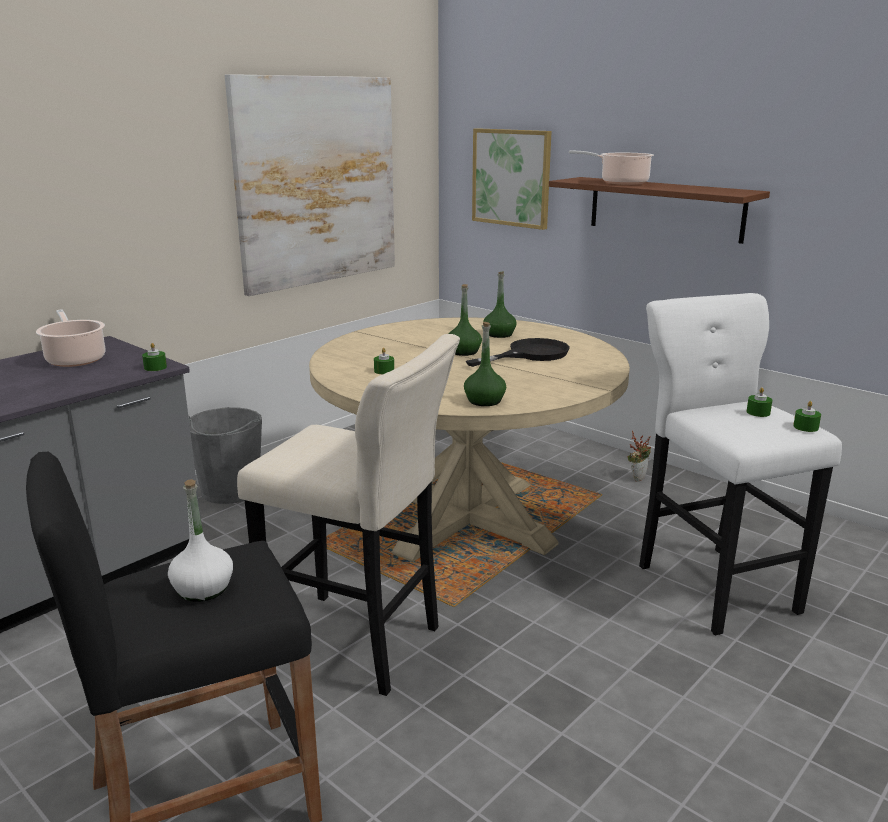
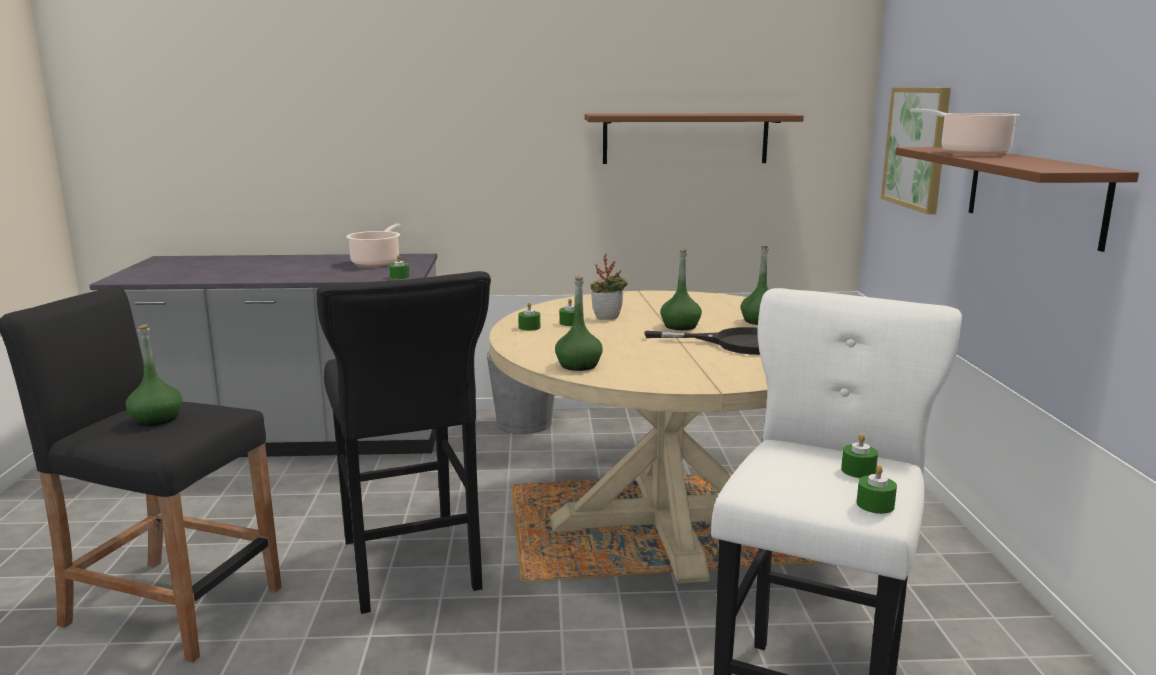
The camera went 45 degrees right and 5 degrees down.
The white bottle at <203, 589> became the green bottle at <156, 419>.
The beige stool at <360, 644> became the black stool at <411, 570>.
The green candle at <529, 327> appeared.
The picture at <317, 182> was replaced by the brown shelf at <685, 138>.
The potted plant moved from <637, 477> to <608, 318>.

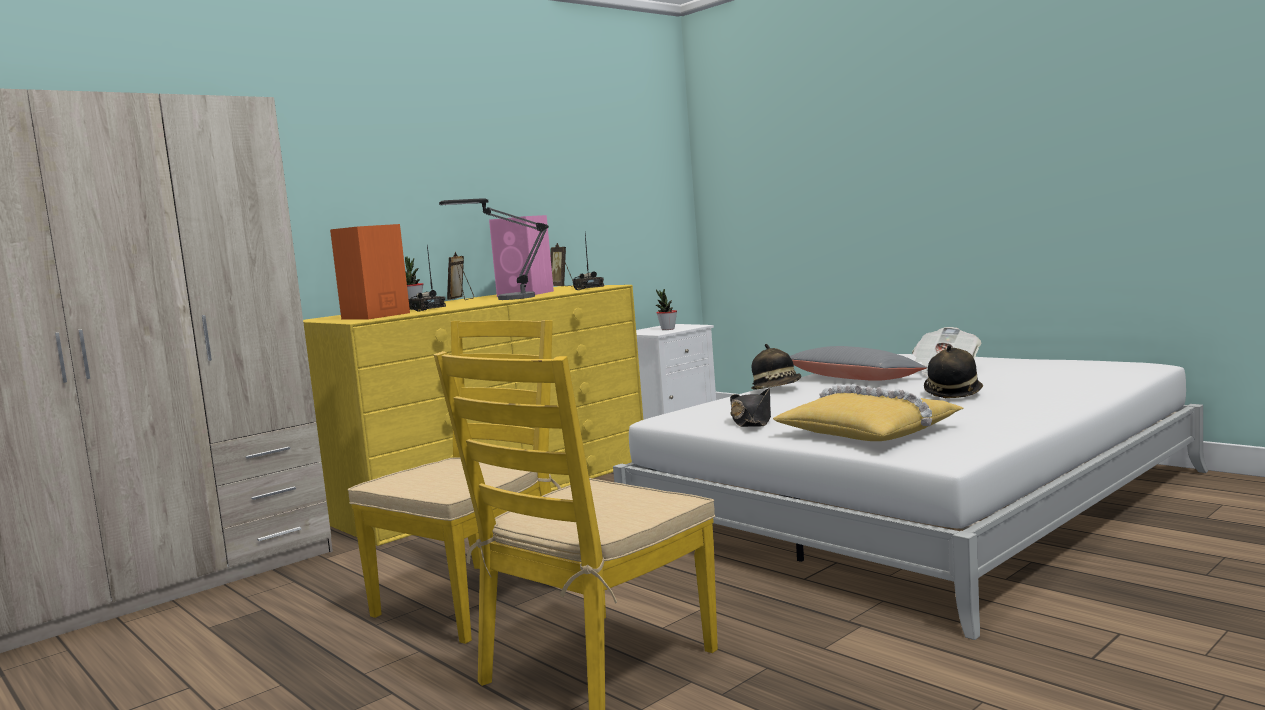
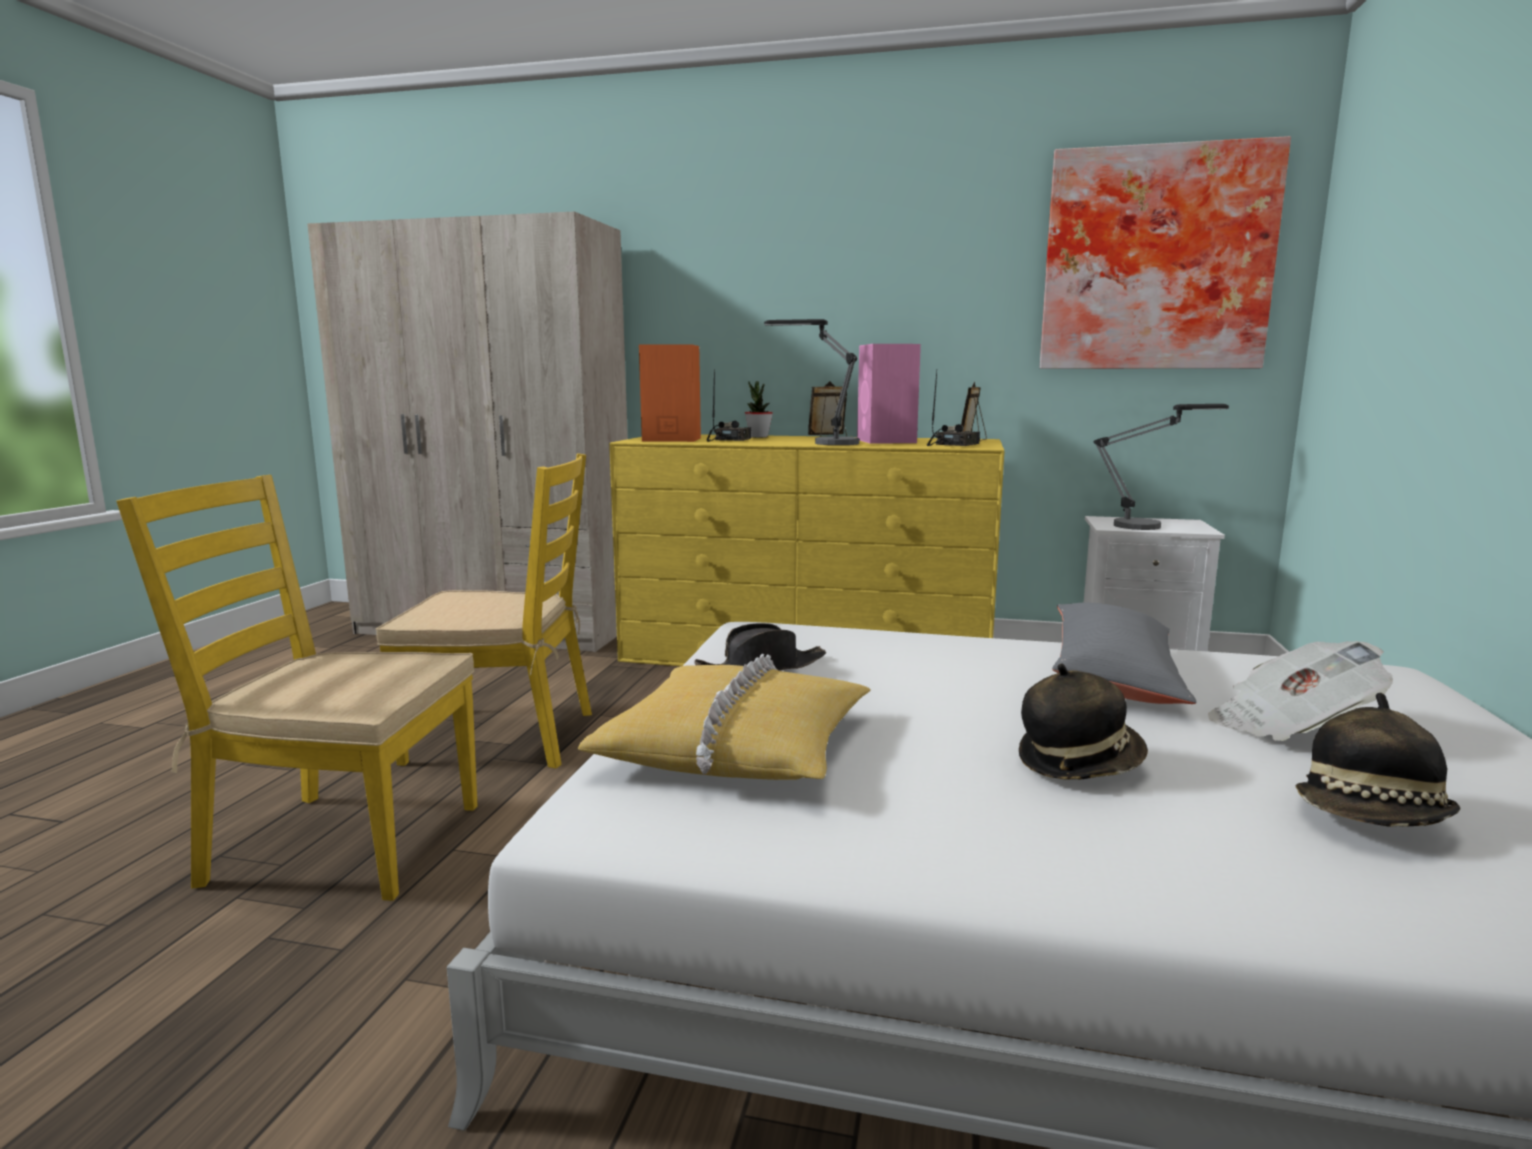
The camera went 55 degrees right and 5 degrees up.
The picture at <1155, 260> appeared.
The potted plant at <667, 329> was replaced by the table lamp at <1149, 525>.
The hat moved from <777, 389> to <1373, 818>.

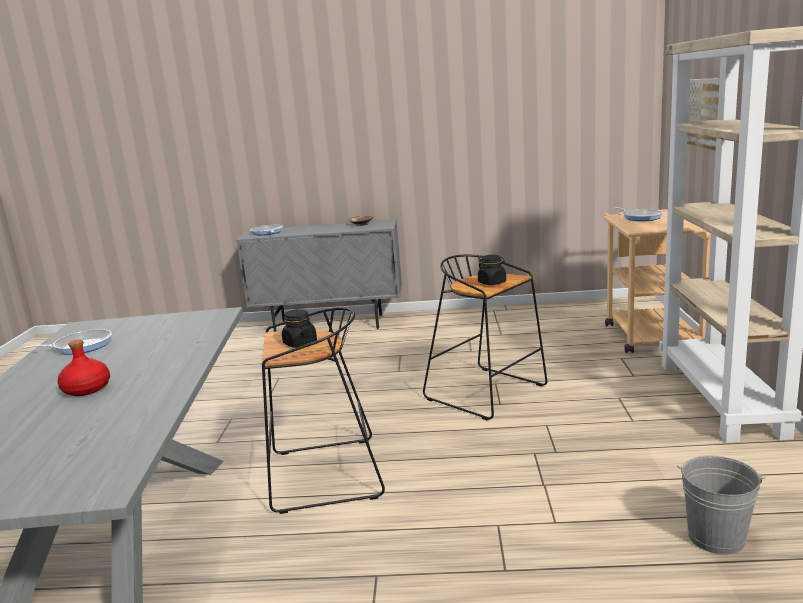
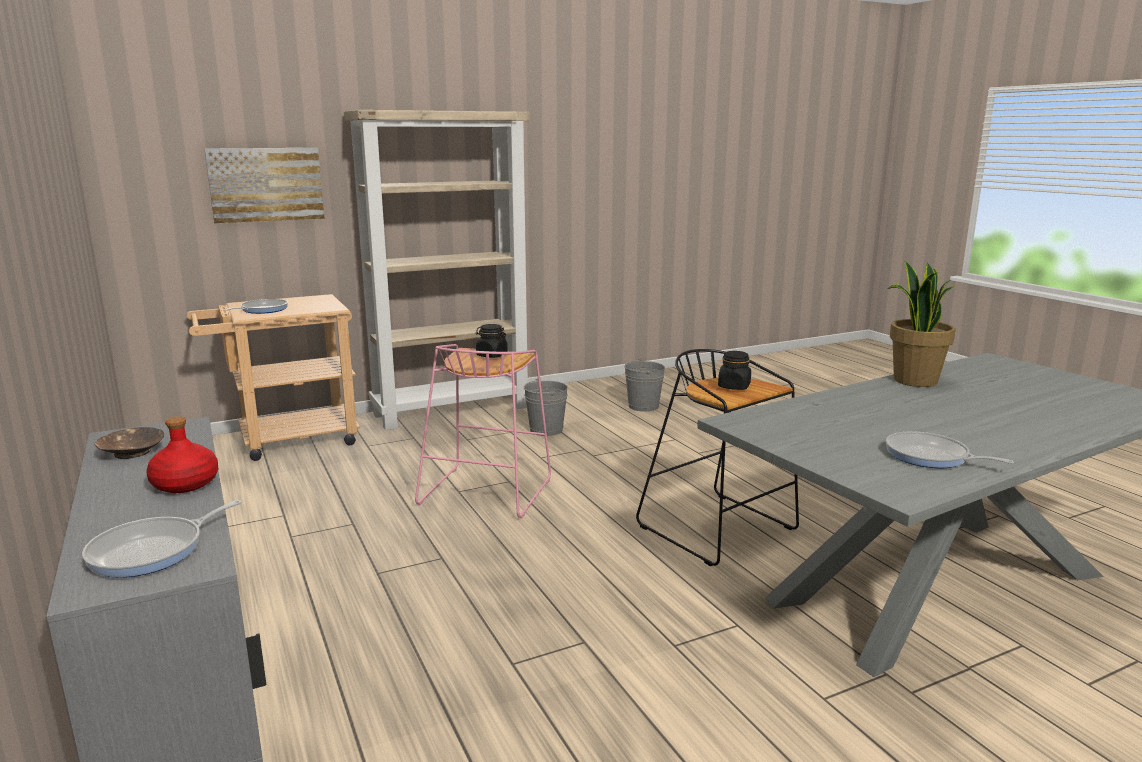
The camera went 120 degrees left and 0 degrees up.
The red bottle moved from <86, 389> to <185, 484>.
The black stool at <488, 393> became the pink stool at <485, 490>.
The grey bucket at <546, 430> appeared.
The potted plant at <914, 380> appeared.

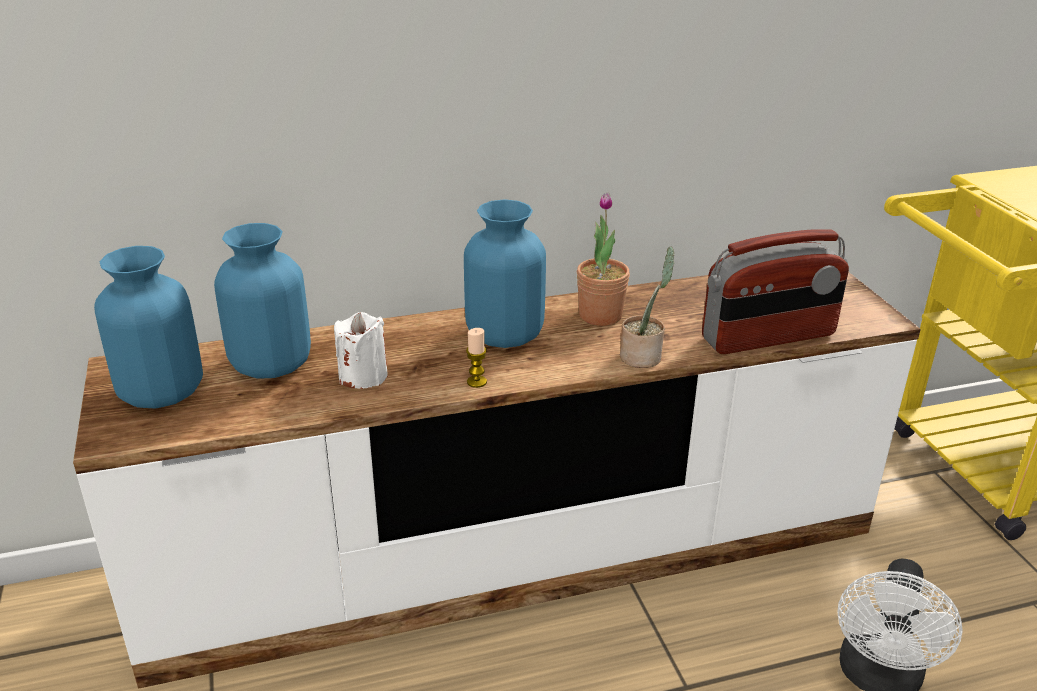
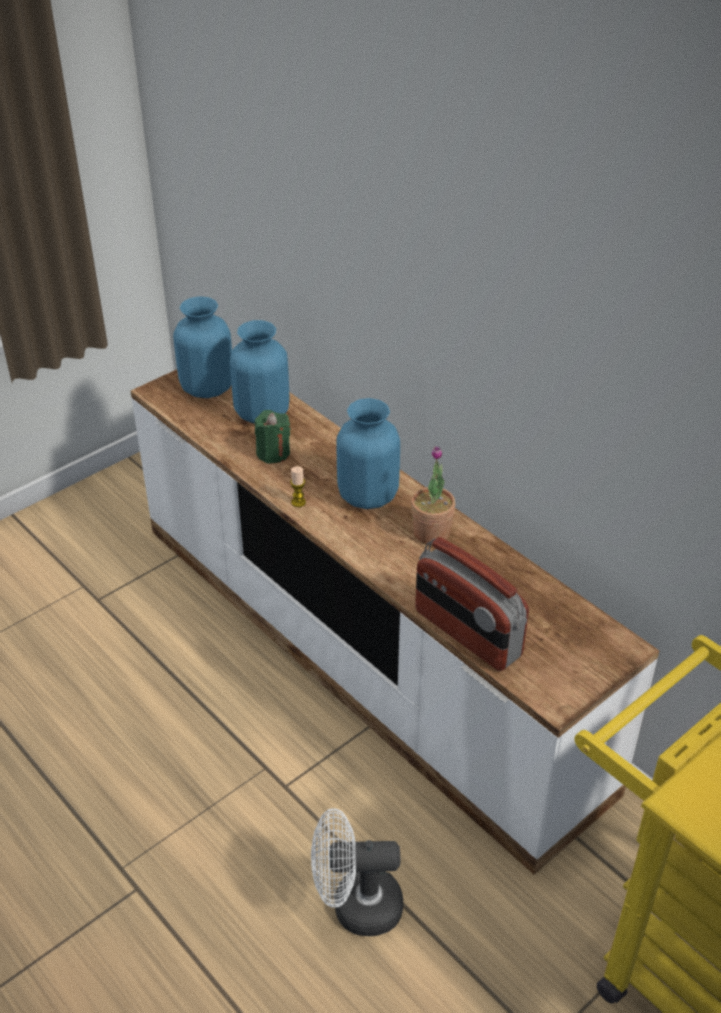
The camera went 65 degrees right and 10 degrees up.
The white candle at <363, 376> became the green candle at <273, 453>.
The potted plant at <643, 356> disappeared.

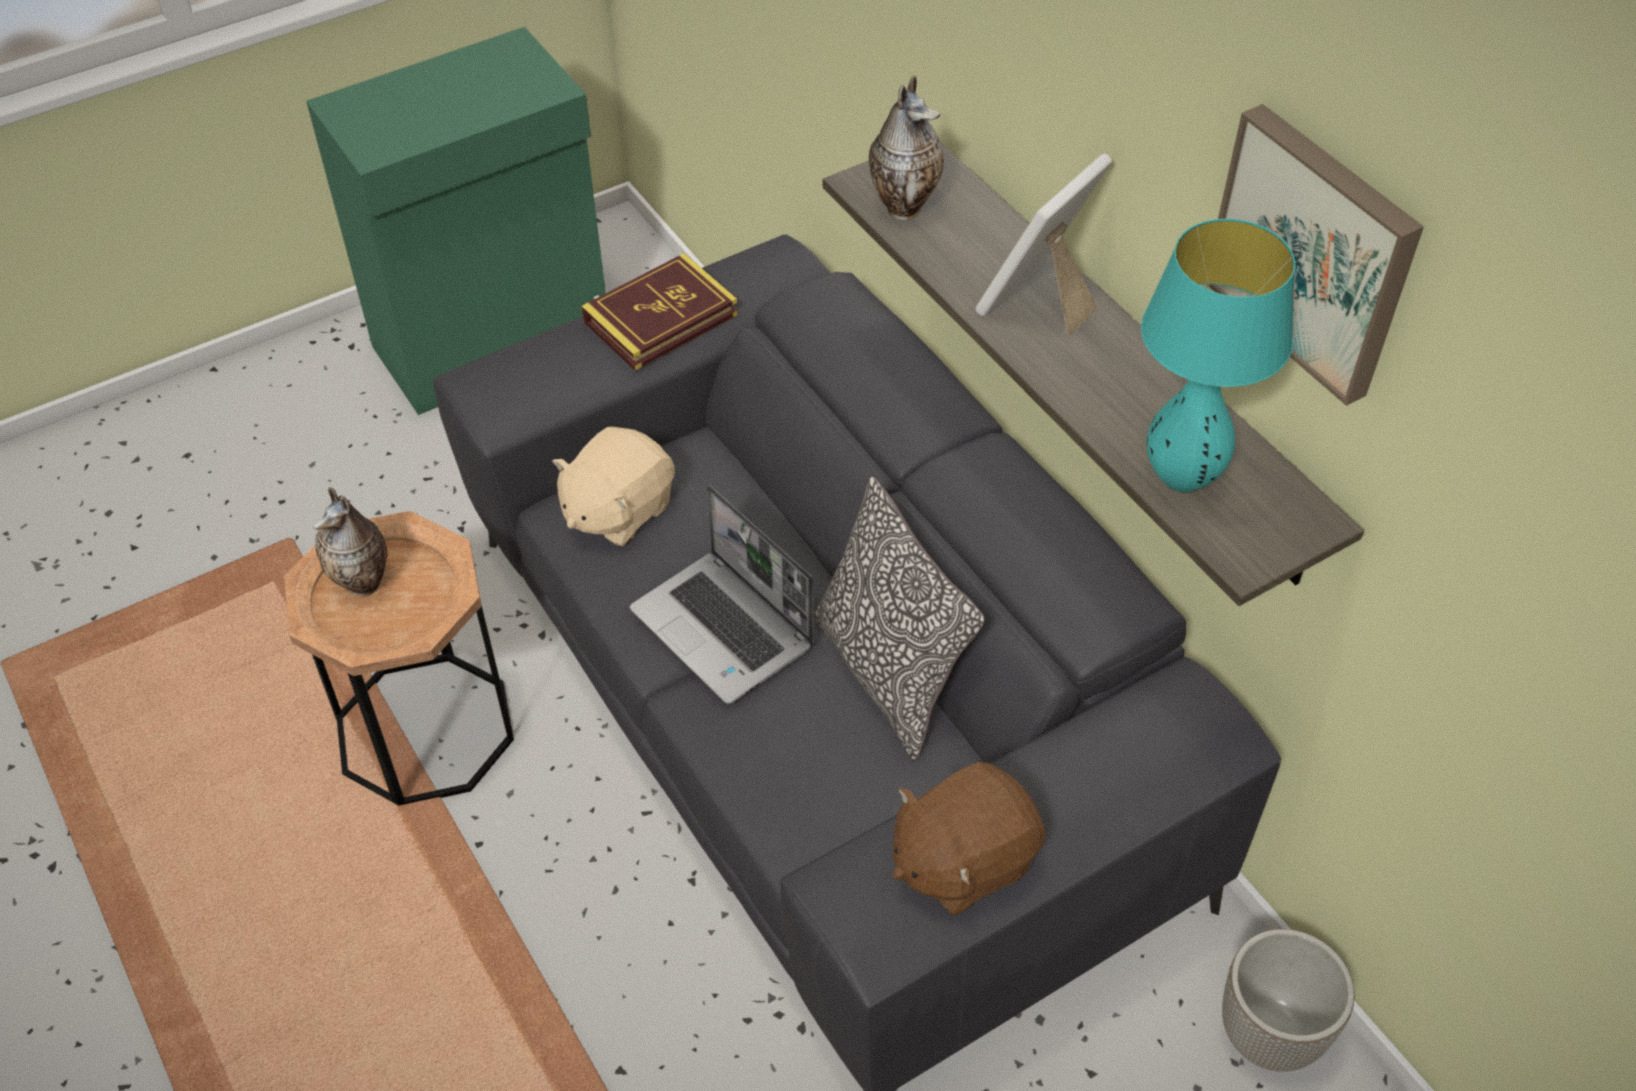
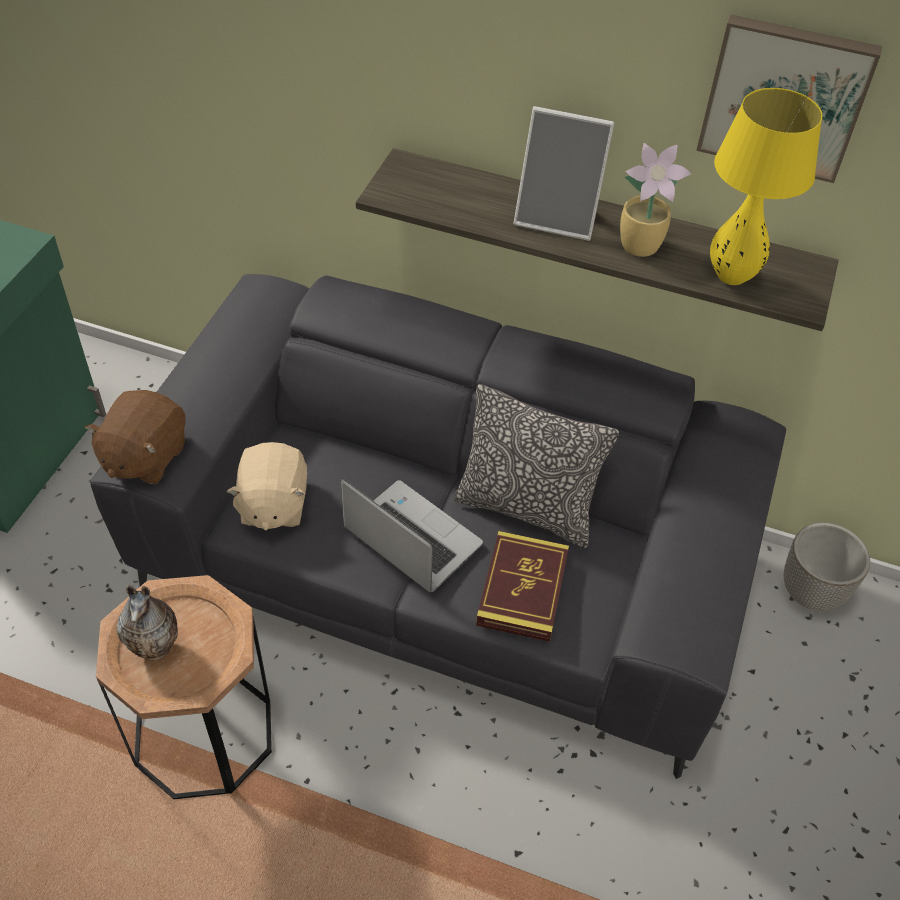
The camera went 40 degrees left and 0 degrees up.
The brown plush toy moved from <962, 860> to <144, 456>.
The laptop at <725, 629> turned 150 degrees counterclockwise.
The book moved from <660, 318> to <522, 589>.
The picture frame at <1040, 302> turned 75 degrees counterclockwise.
The potted plant at <641, 246> appeared.
The turquoise table lamp at <1182, 478> became the yellow table lamp at <731, 277>.
The vase at <904, 206> disappeared.

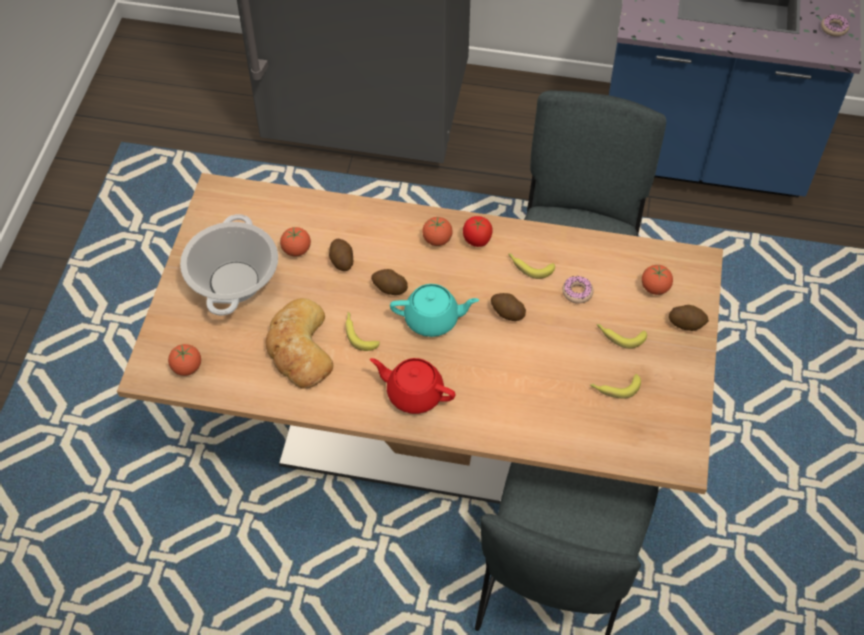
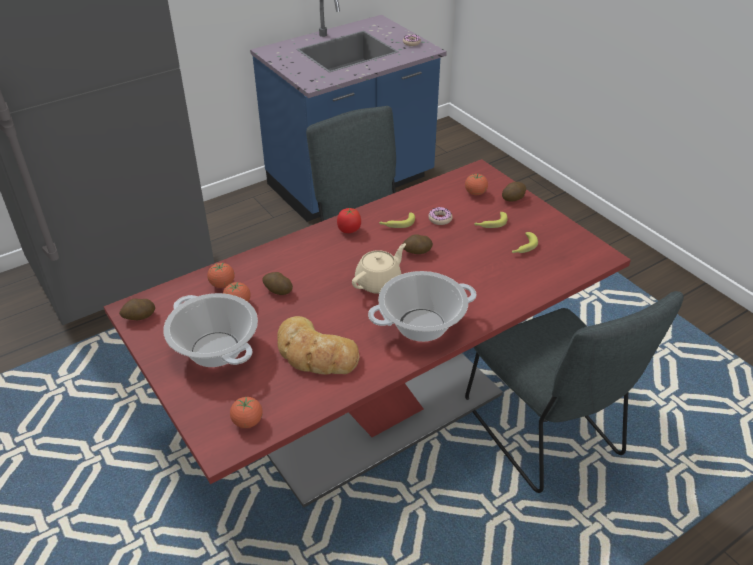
The camera went 45 degrees left and 15 degrees down.
The beige dining table at <432, 431> became the red dining table at <376, 410>.
The potato moved from <389, 288> to <139, 317>.
The tomato moved from <437, 240> to <222, 284>.
The turquoise teapot at <433, 319> became the beige teapot at <379, 282>.
The red teapot at <414, 393> was replaced by the cooking pot at <422, 325>.
The banana at <359, 333> disappeared.

